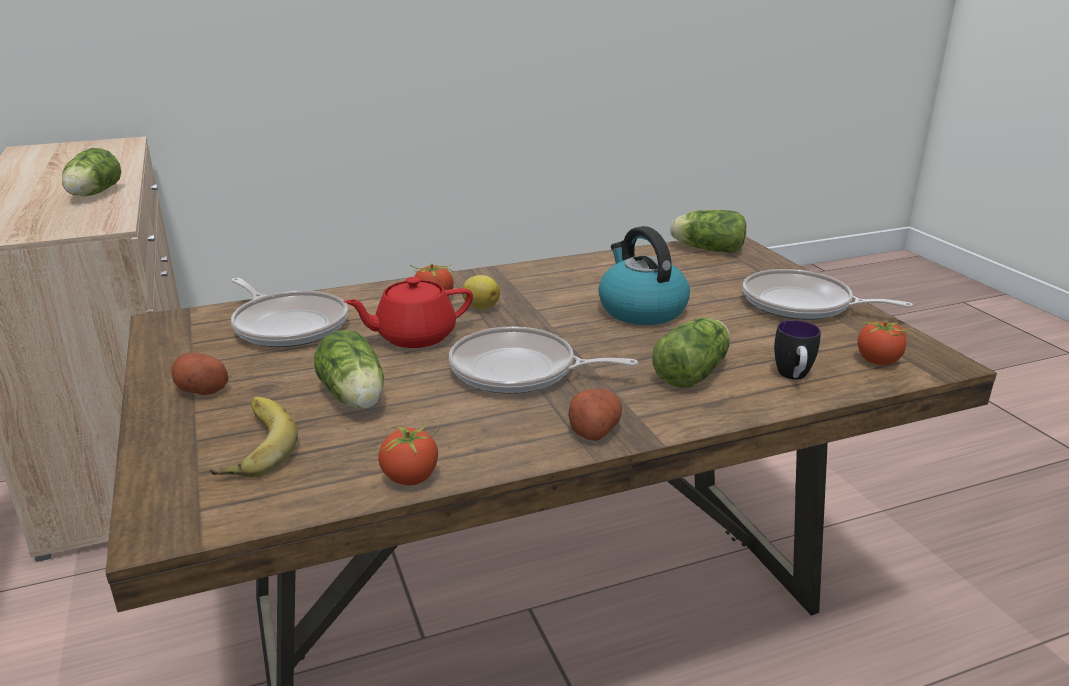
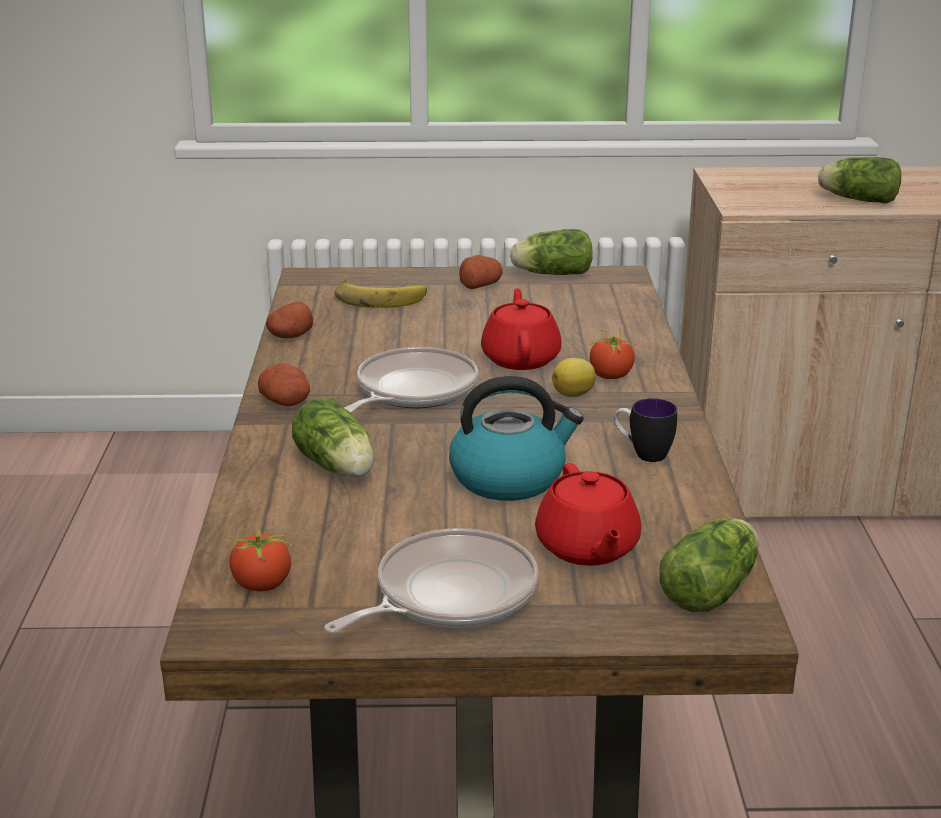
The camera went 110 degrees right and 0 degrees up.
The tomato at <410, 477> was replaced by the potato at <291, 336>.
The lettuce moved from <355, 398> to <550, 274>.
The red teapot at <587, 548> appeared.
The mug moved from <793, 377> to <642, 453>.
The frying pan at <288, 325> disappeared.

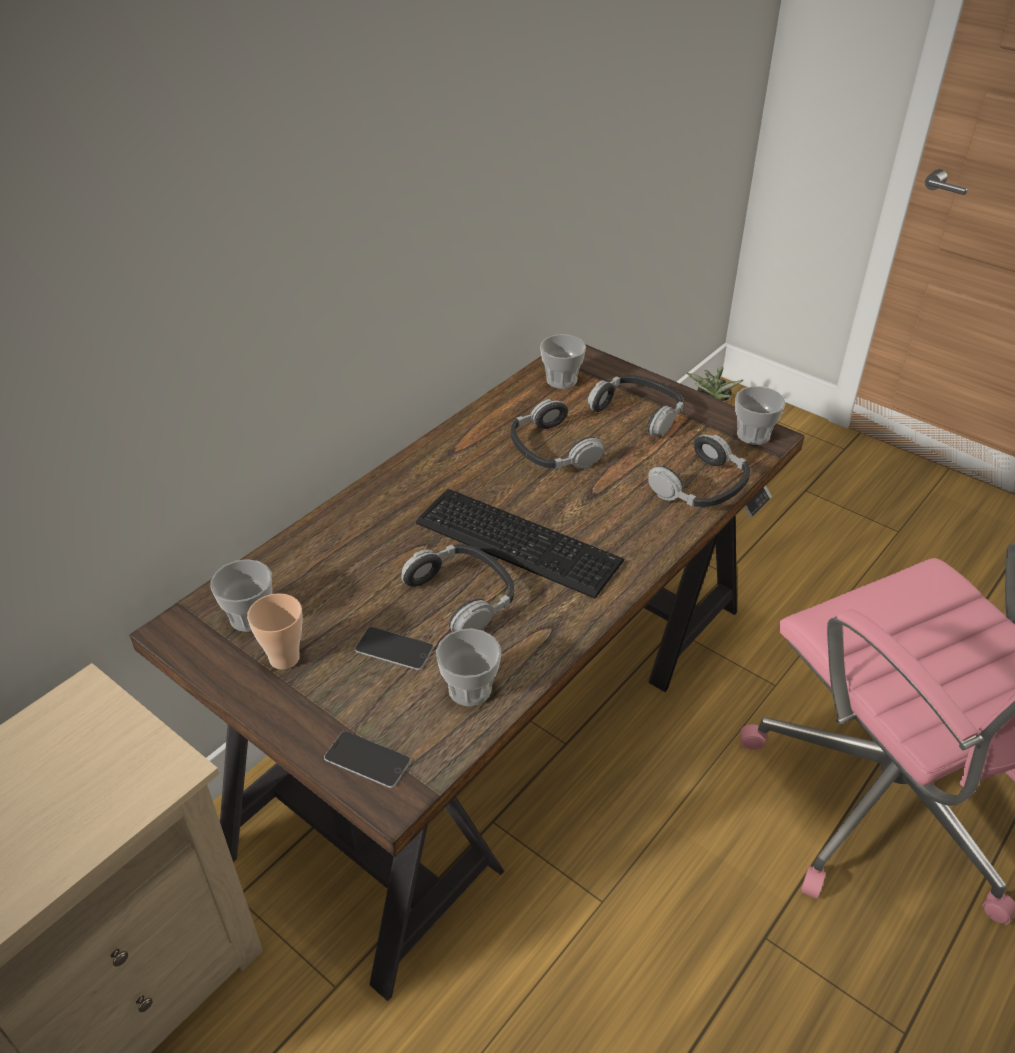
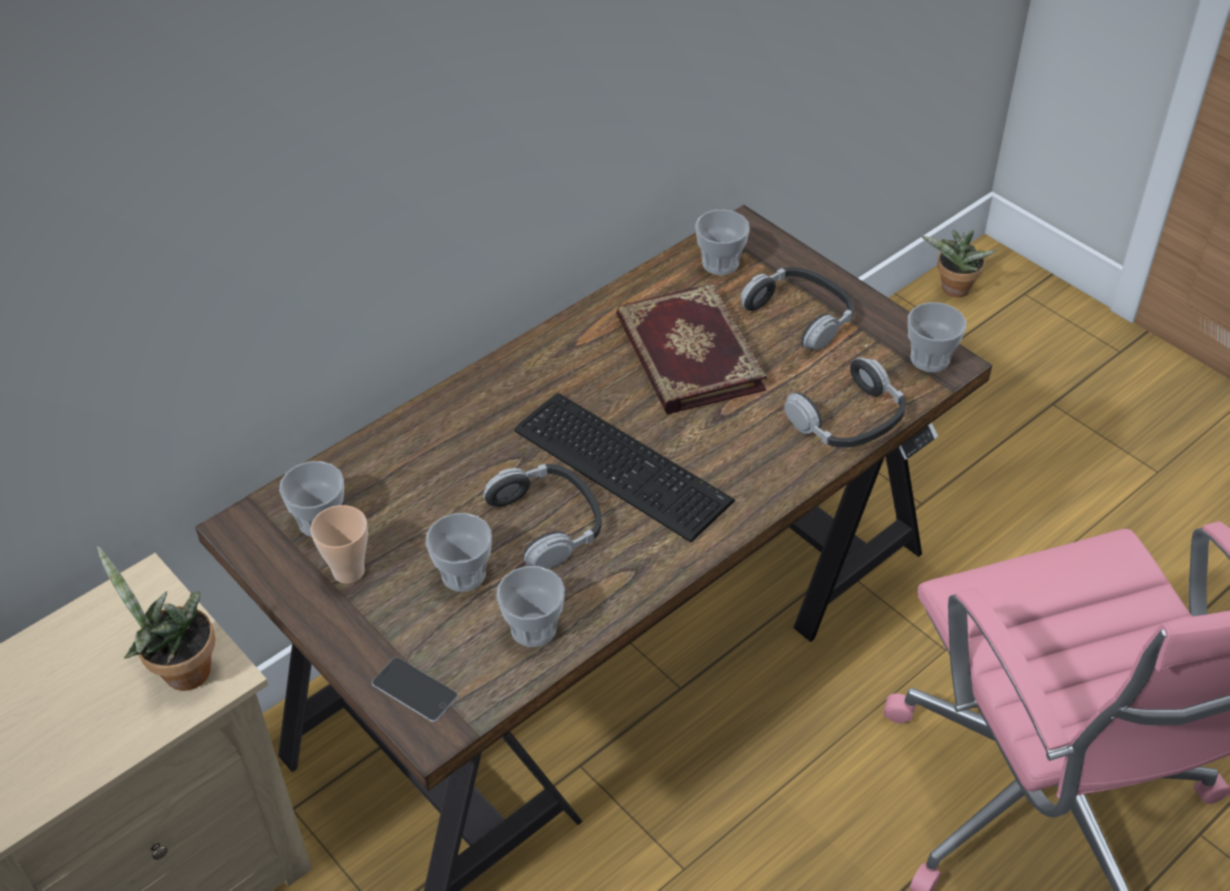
The camera went 10 degrees right and 5 degrees up.
The potted plant at <180, 671> appeared.
The phone at <394, 648> was replaced by the cup at <463, 574>.
The headphones at <551, 449> was replaced by the book at <686, 354>.

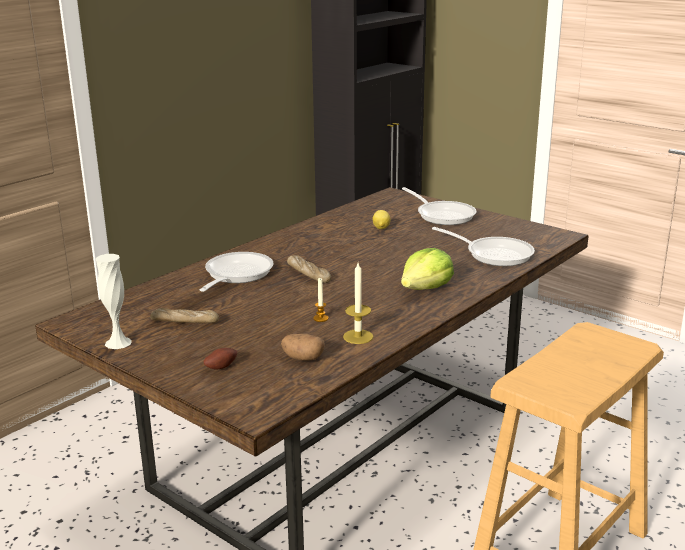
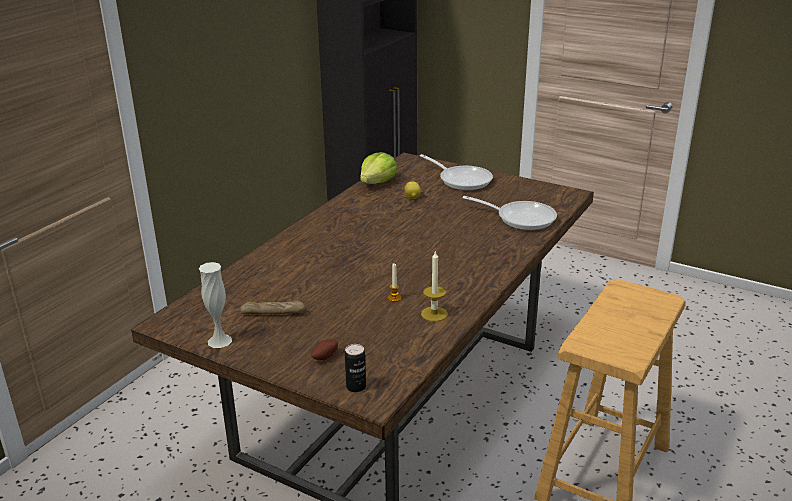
The camera went 10 degrees left and 5 degrees up.
The can at <356, 387> appeared.
The lettuce moved from <426, 288> to <377, 182>.
The frying pan at <236, 275> disappeared.
The potato at <303, 358> disappeared.
The bread at <308, 274> disappeared.

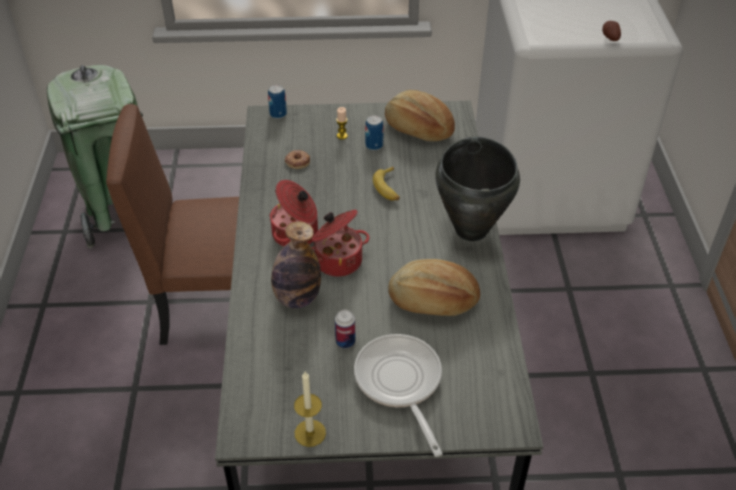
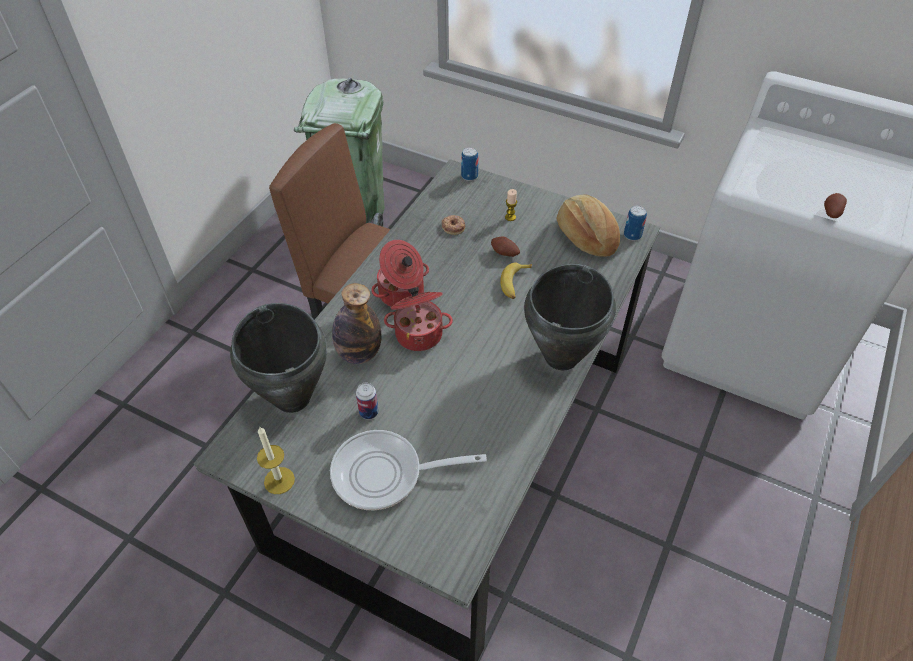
The camera went 30 degrees right and 5 degrees up.
The black cooking pot at <293, 397> appeared.
The frying pan at <400, 383> turned 105 degrees counterclockwise.
The potato at <504, 254> appeared.
The can moved from <374, 145> to <632, 235>.
The bread at <433, 301> disappeared.

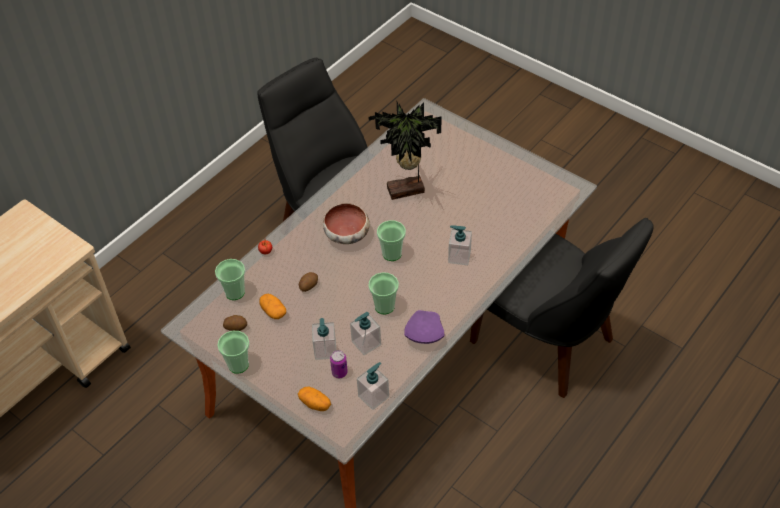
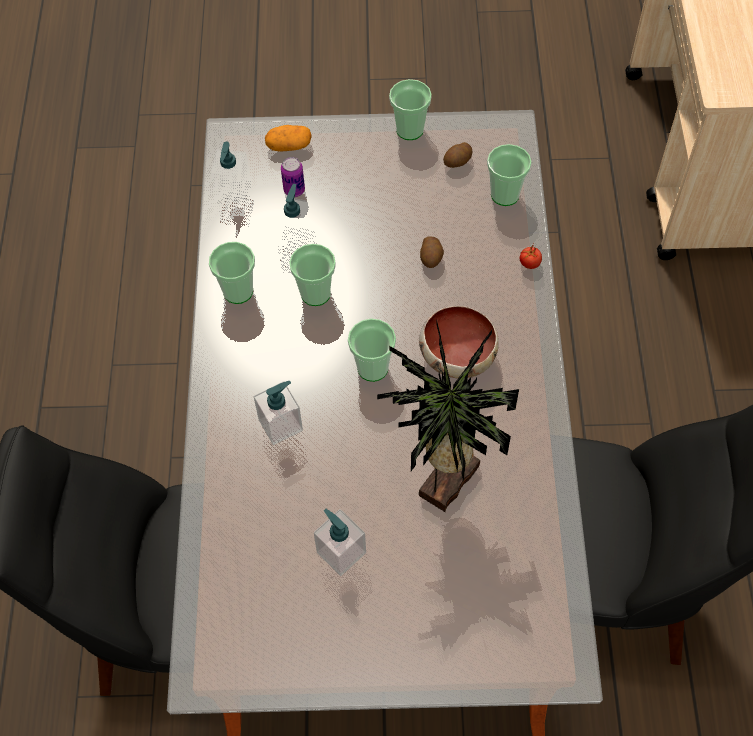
The camera went 140 degrees right and 10 degrees up.
The purple plate at <423, 334> was replaced by the cup at <238, 291>.
The soap dispenser moved from <325, 350> to <341, 552>.
The potato at <273, 311> disappeared.

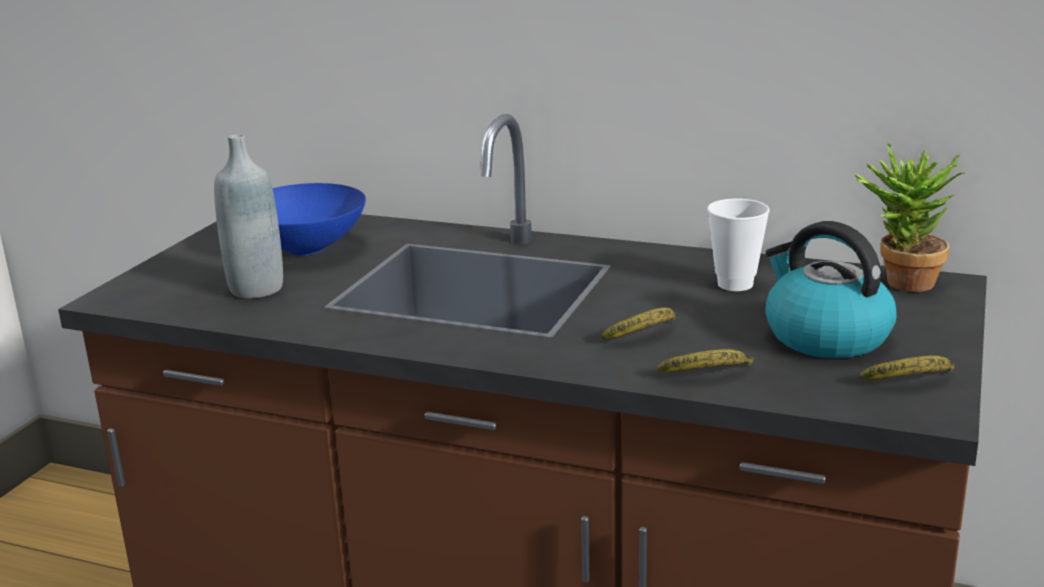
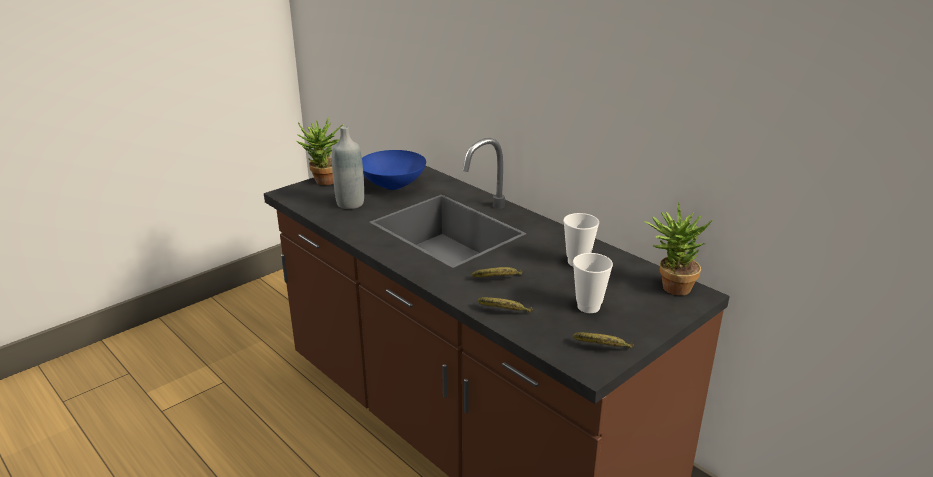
The camera went 25 degrees right and 5 degrees up.
The potted plant at <323, 183> appeared.
The kettle at <824, 336> was replaced by the cup at <588, 307>.

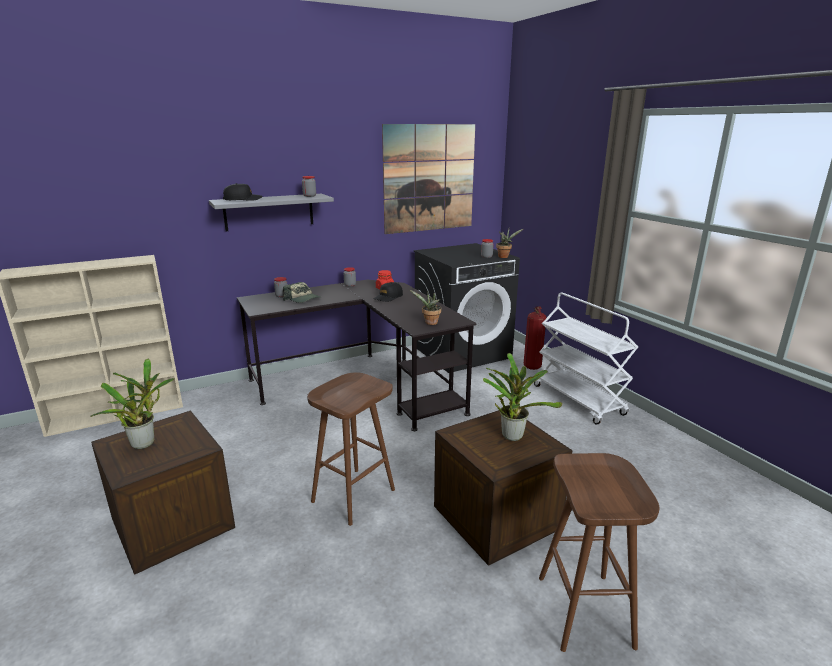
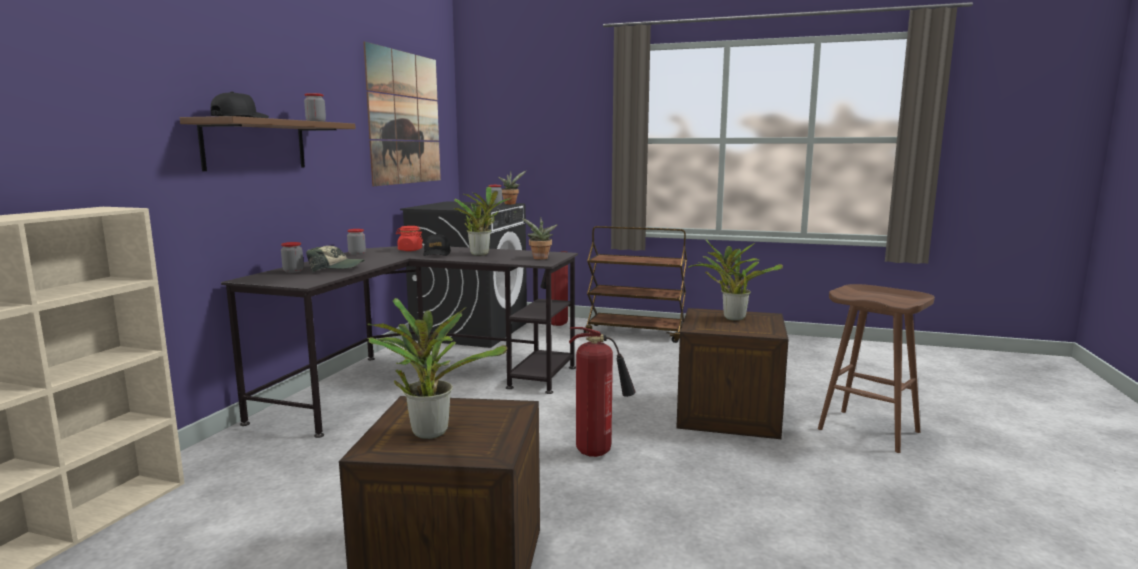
The camera went 45 degrees left and 10 degrees down.
The grey shelf at <269, 212> became the brown shelf at <255, 145>.
The potted plant at <481, 254> appeared.
The brown stool at <353, 494> was replaced by the fire extinguisher at <598, 452>.
The white cart at <579, 400> became the brown cart at <636, 333>.

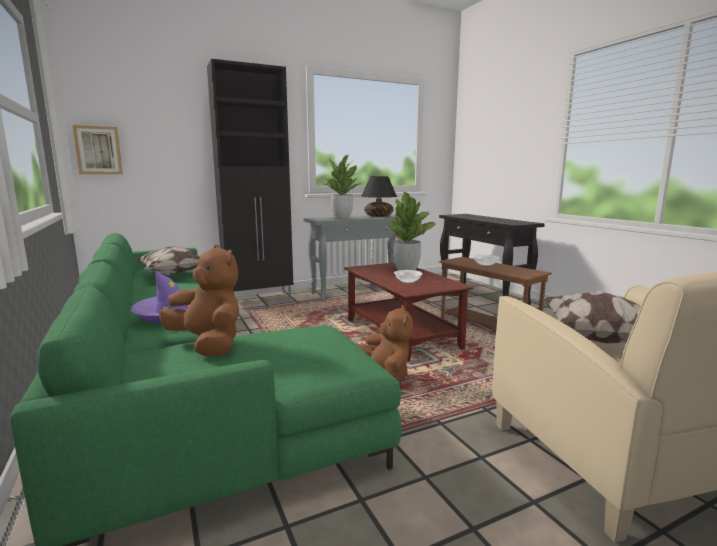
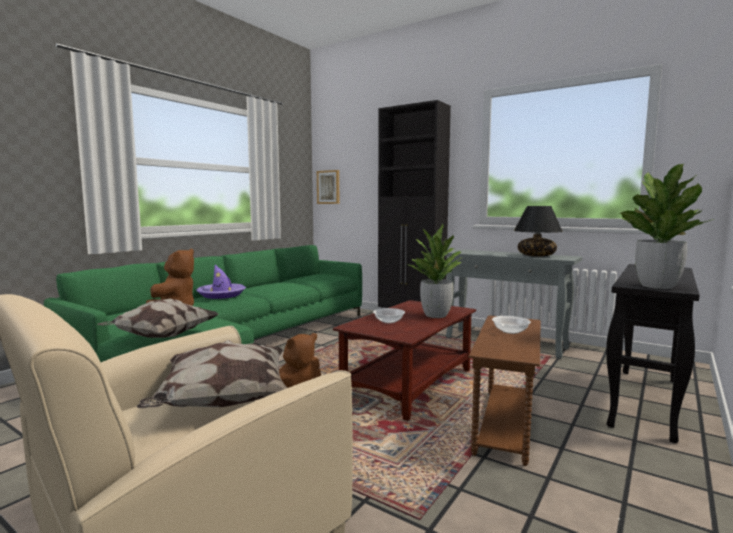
The camera went 60 degrees right and 5 degrees down.
The pillow moved from <172, 274> to <161, 337>.
The potted plant moved from <341, 218> to <656, 286>.

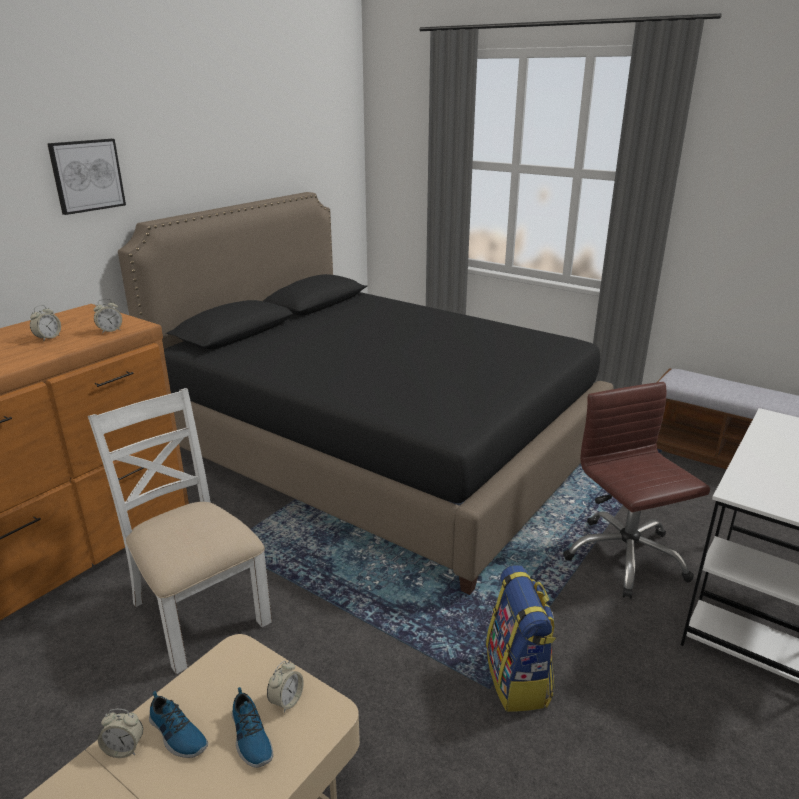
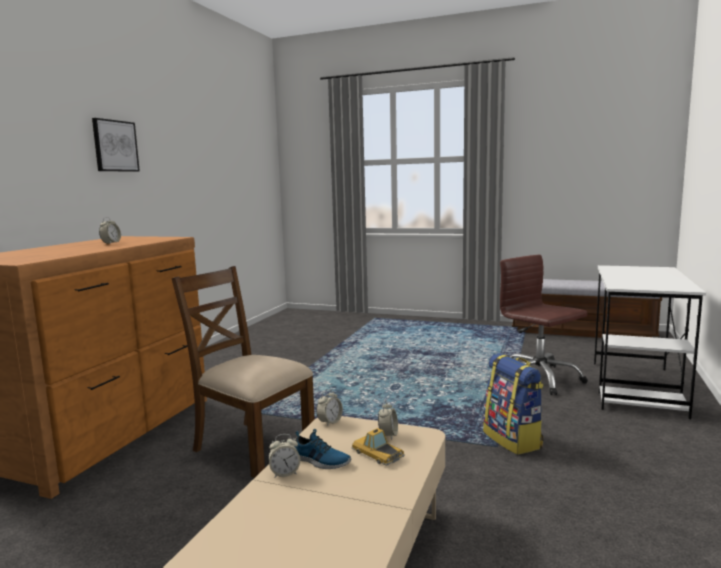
The camera went 15 degrees left and 15 degrees down.
The white chair at <198, 612> became the brown chair at <252, 446>.
The alarm clock moved from <110, 331> to <330, 422>.
The shoe at <250, 737> was replaced by the toy car at <377, 453>.
The black bed at <378, 451> disappeared.

